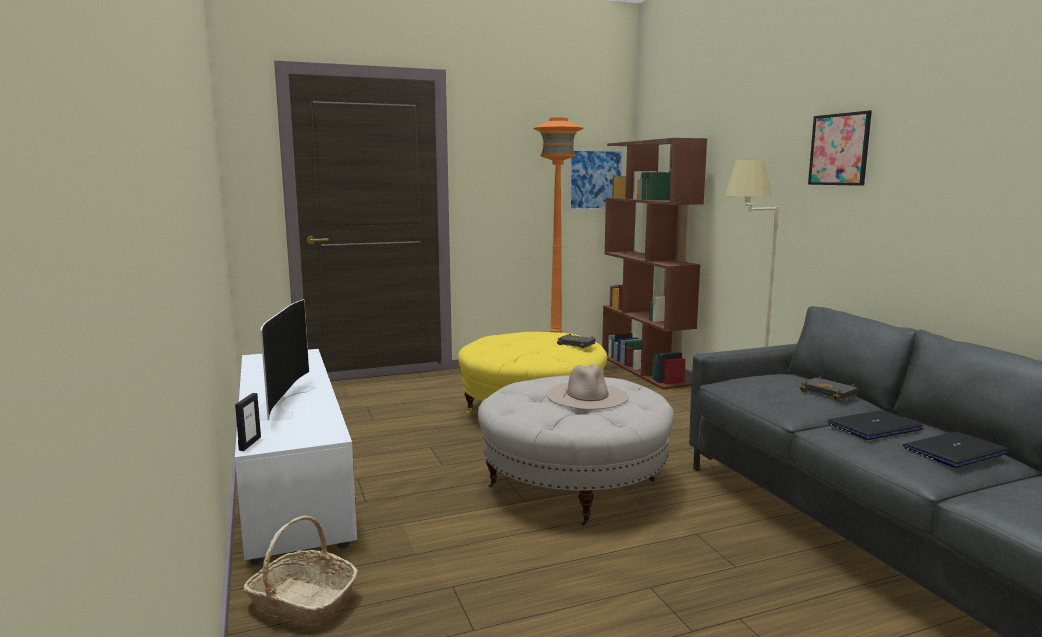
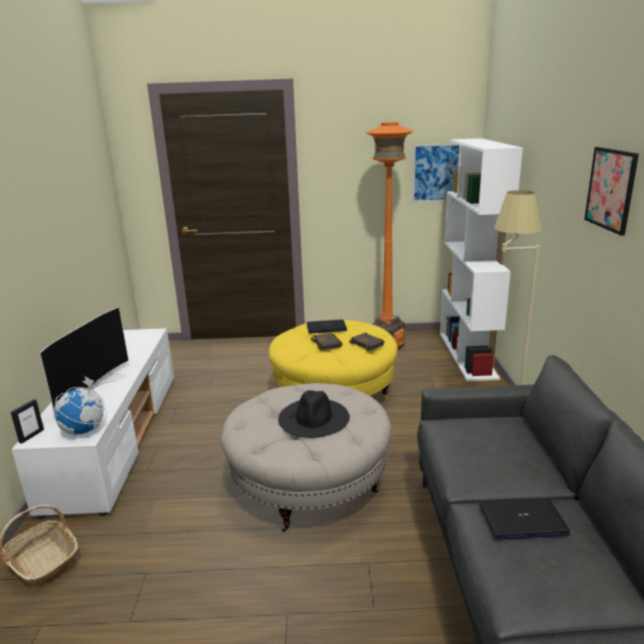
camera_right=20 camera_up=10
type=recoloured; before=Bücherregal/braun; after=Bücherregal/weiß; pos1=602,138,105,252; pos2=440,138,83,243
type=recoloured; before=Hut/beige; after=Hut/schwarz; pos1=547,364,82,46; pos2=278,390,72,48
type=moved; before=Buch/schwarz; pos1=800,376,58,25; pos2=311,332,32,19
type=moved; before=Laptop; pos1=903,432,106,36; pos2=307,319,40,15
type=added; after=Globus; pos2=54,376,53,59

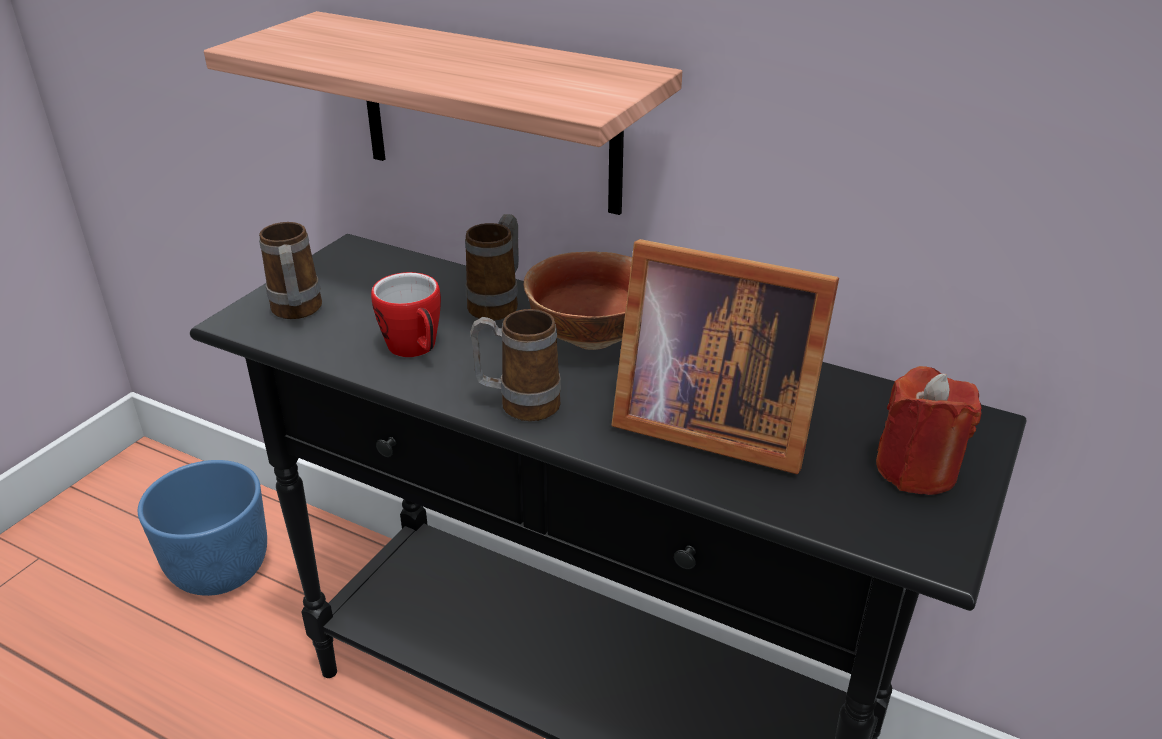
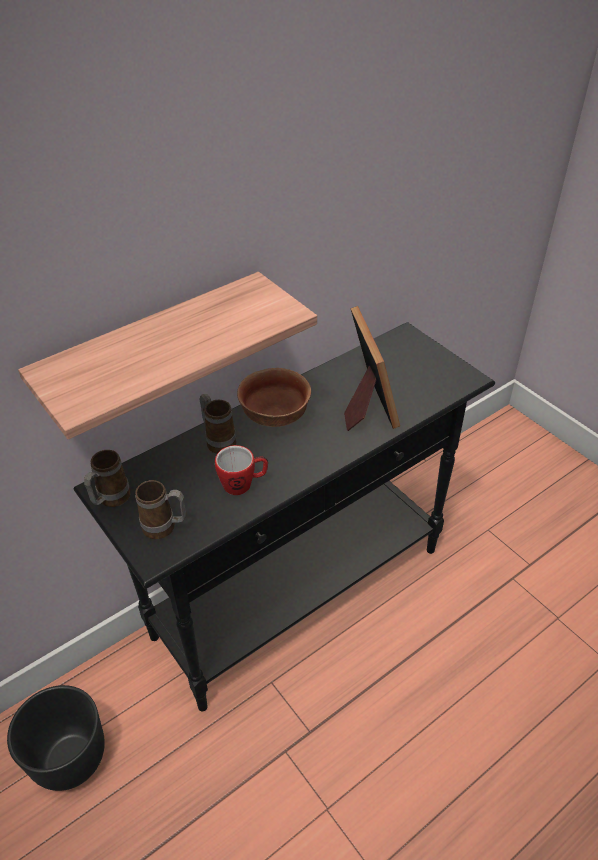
camera_right=-65 camera_up=10
type=turned; before=Bilderrahmen; pos1=611,239,228,235; pos2=344,306,56,125; turn=-60
type=moved; before=Henkelbecher; pos1=470,309,91,112; pos2=84,450,47,57
type=removed; before=Kerze/rot; pos1=876,366,106,129
type=recoloured; before=Pflanzkübel/blau; after=Pflanzkübel/schwarz; pos1=138,460,129,136; pos2=7,685,98,106

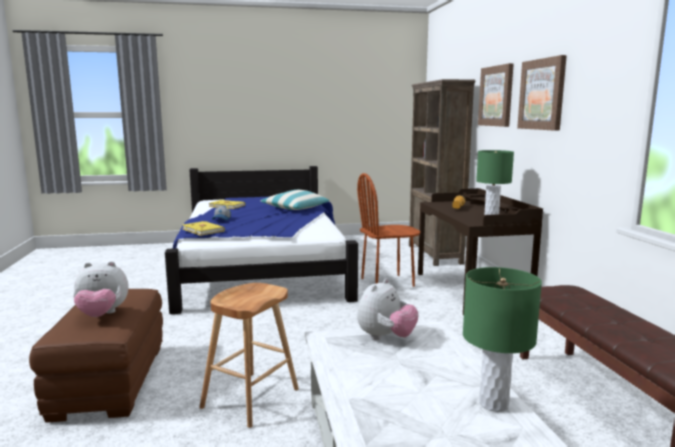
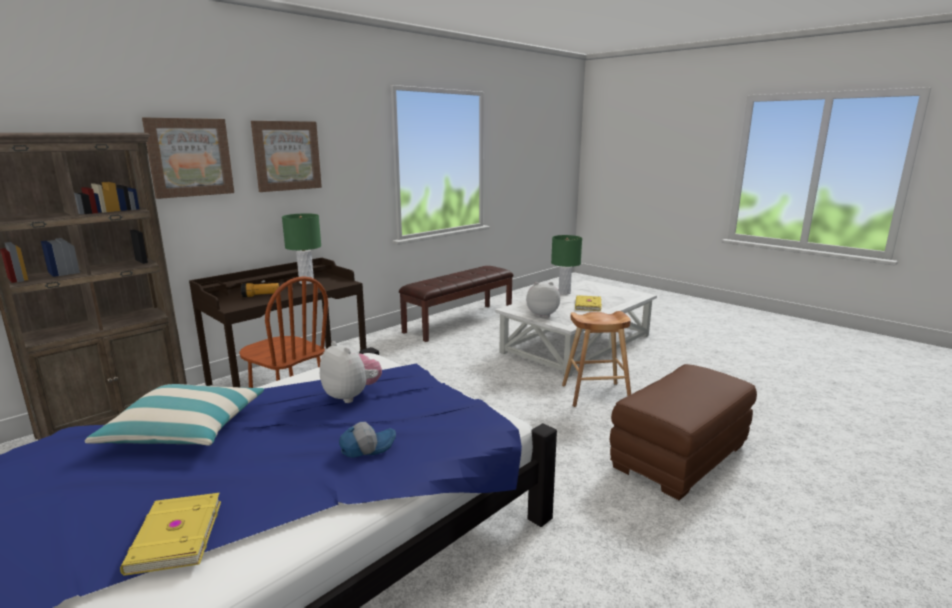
camera_right=-125 camera_up=5
type=moved; before=Buch/gelb; pos1=183,221,42,15; pos2=575,295,27,16
type=moved; before=Plüschtier; pos1=73,261,55,56; pos2=320,341,62,62

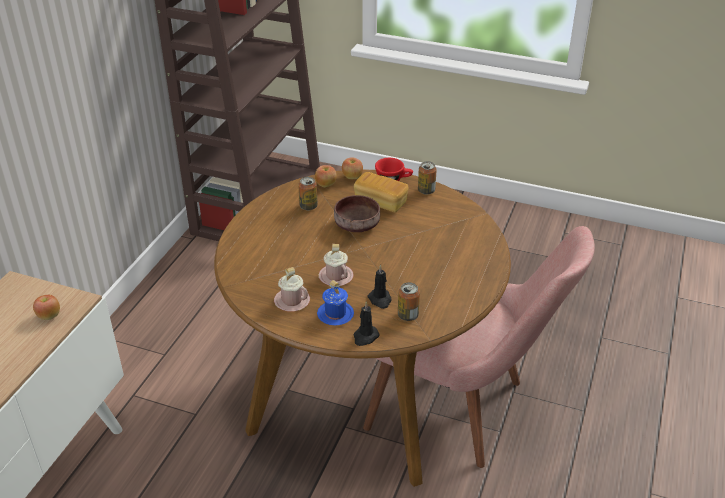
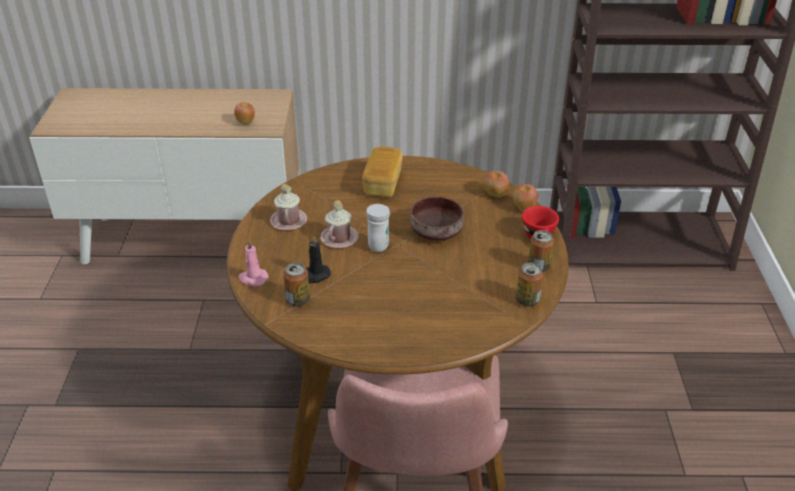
camera_right=70 camera_up=0
type=moved; before=Brot; pos1=354,172,55,40; pos2=362,147,41,50
type=moved; before=Dose; pos1=298,177,20,33; pos2=516,262,27,44
type=removed; before=Henkelbecher/blau; pos1=317,280,37,46
type=recoloured; before=Kerze/schwarz; after=Kerze/rosa; pos1=354,301,26,45; pos2=238,240,31,47
type=added; after=Henkelbecher/weiß; pos2=366,204,24,48

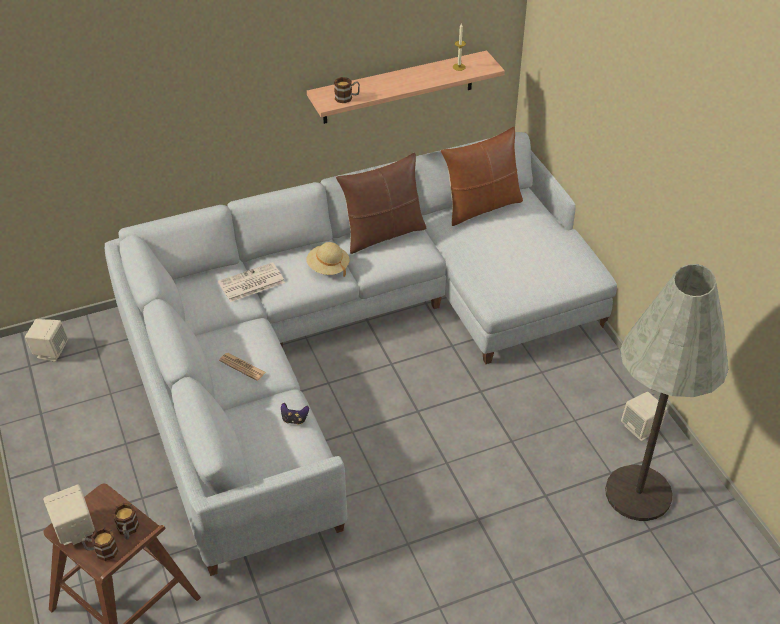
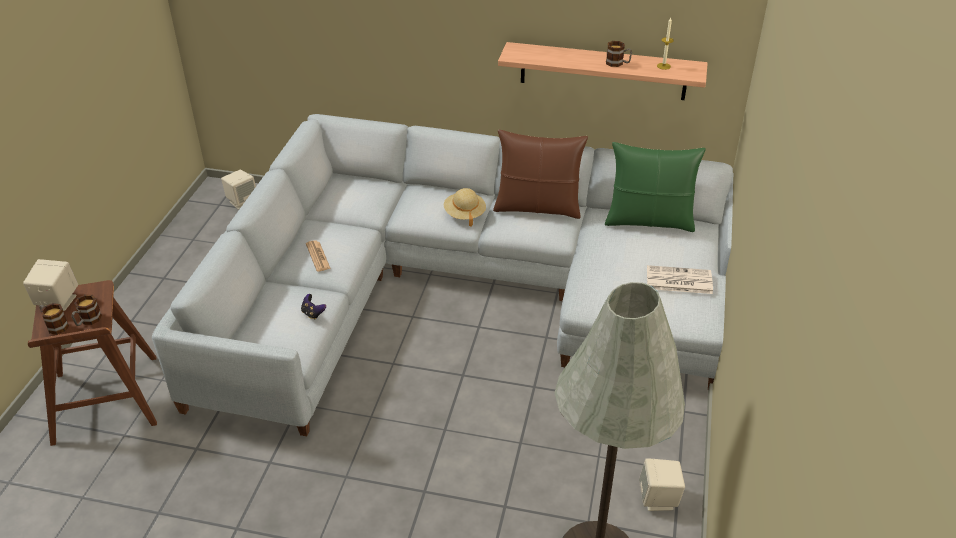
camera_right=35 camera_up=-5
type=moved; before=Henkelbecher; pos1=334,77,26,26; pos2=606,41,26,26
type=recoloured; before=Kissen/braun; after=Kissen/grün; pos1=441,127,82,99; pos2=605,142,101,90
type=moved; before=Zeitung; pos1=218,262,67,40; pos2=647,265,66,29

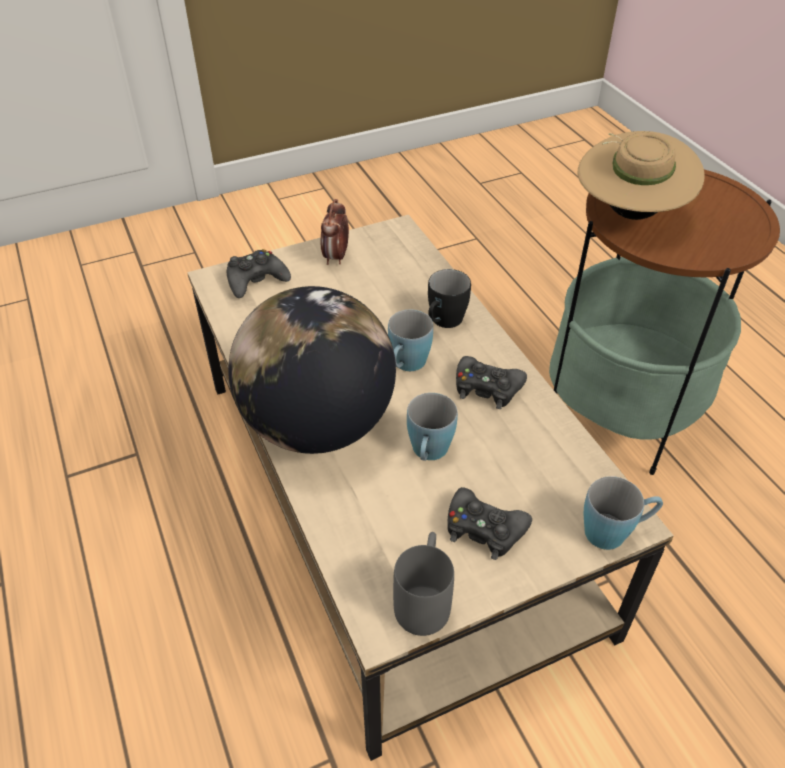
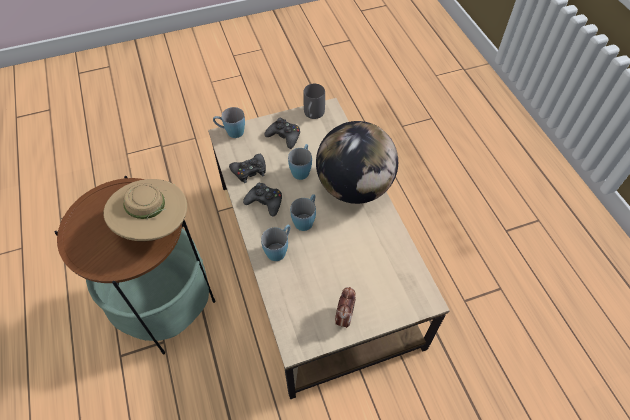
camera_right=-175 camera_up=10
type=moved; before=Gamepad/schwarz; pos1=227,249,64,49; pos2=229,154,37,29
type=recoloured; before=Henkelbecher/schwarz; after=Henkelbecher/blau; pos1=428,269,43,59; pos2=261,224,30,37

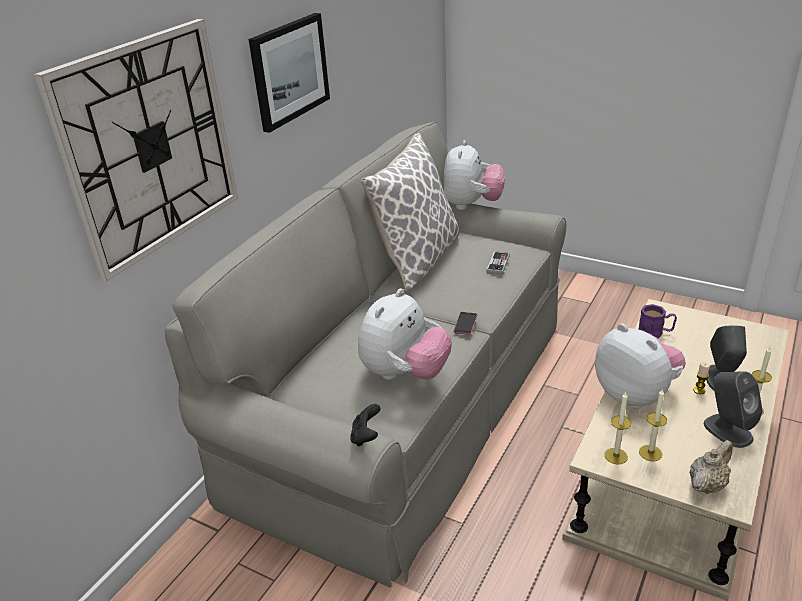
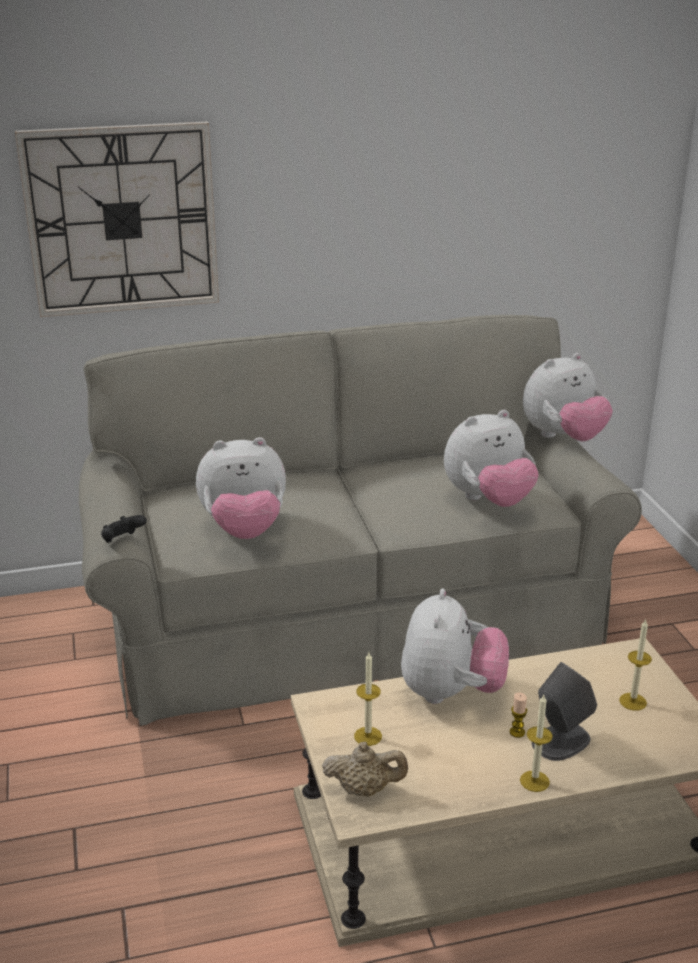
camera_right=45 camera_up=-5
type=removed; before=Bild; pos1=248,13,82,120
type=removed; before=Kissen; pos1=360,133,99,158
type=replaced; before=Gamepad; after=Plüschtier; pos1=486,251,24,24; pos2=444,410,94,97
type=removed; before=Henkelbecher/lila; pos1=638,304,39,34
type=removed; before=Handy; pos1=453,312,24,23
type=removed; before=Lautsprecher/grau; pos1=704,372,59,76
type=moved; before=Kerze; pos1=605,392,26,72; pos2=619,619,33,92

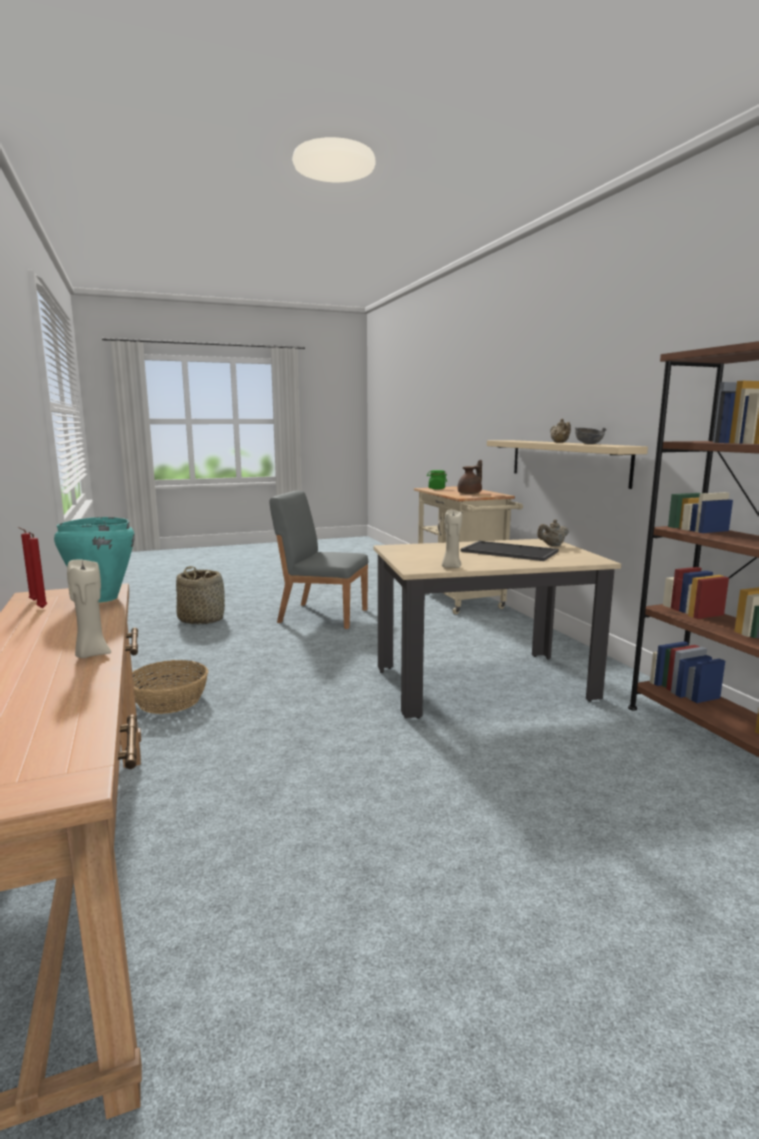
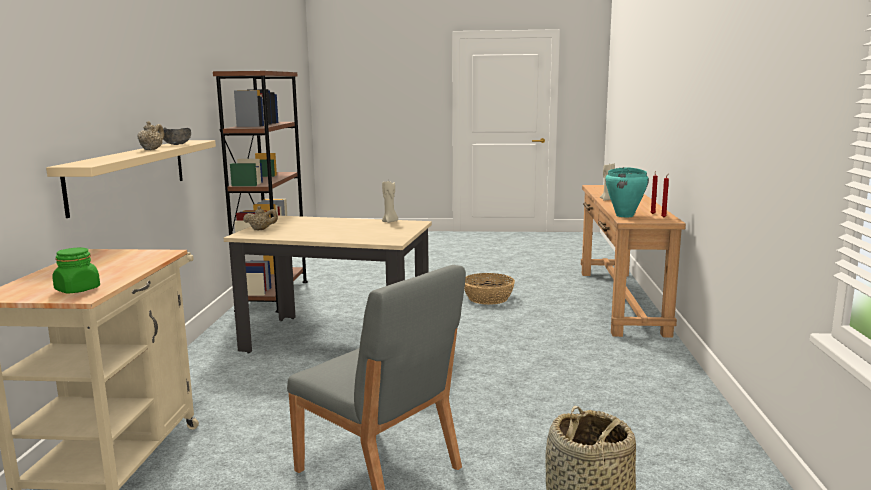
camera_right=-155 camera_up=0
type=removed; before=Teekanne/braun; pos1=458,460,24,34
type=removed; before=Tablett; pos1=461,541,98,20
type=moved; before=Korb; pos1=132,660,76,54; pos2=464,273,51,32

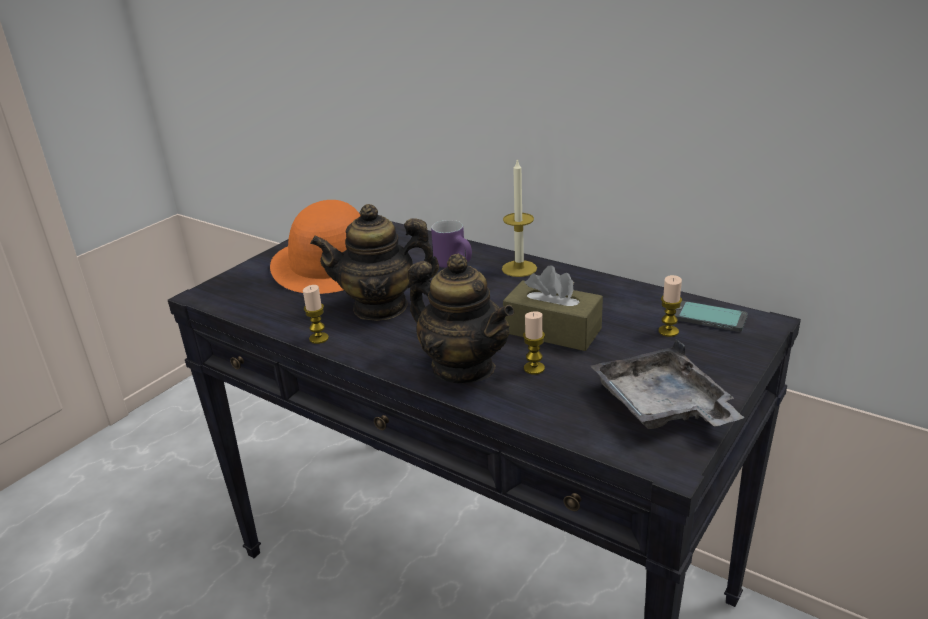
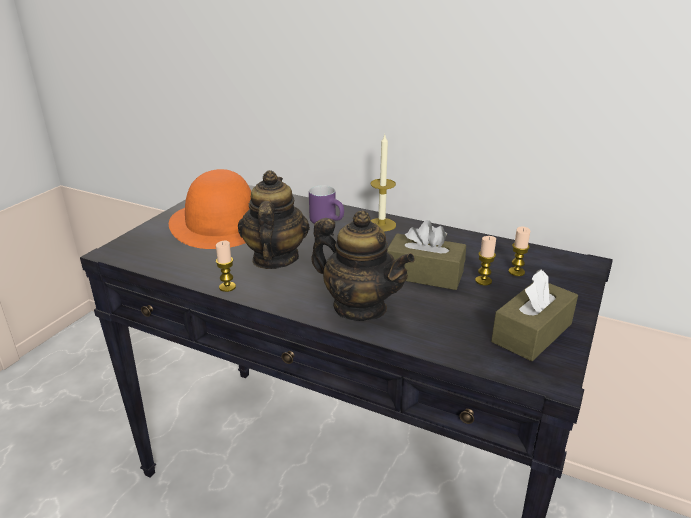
camera_right=-10 camera_up=0
type=turned; before=Teekanne; pos1=310,204,129,117; pos2=238,170,72,99; turn=105
type=removed; before=Handy; pos1=674,301,74,31
type=moved; before=Kerze; pos1=523,311,22,64; pos2=475,236,21,50
type=replaced; before=Tablett/grau; after=Taschentuchbox/braun; pos1=591,339,153,90; pos2=491,269,87,92

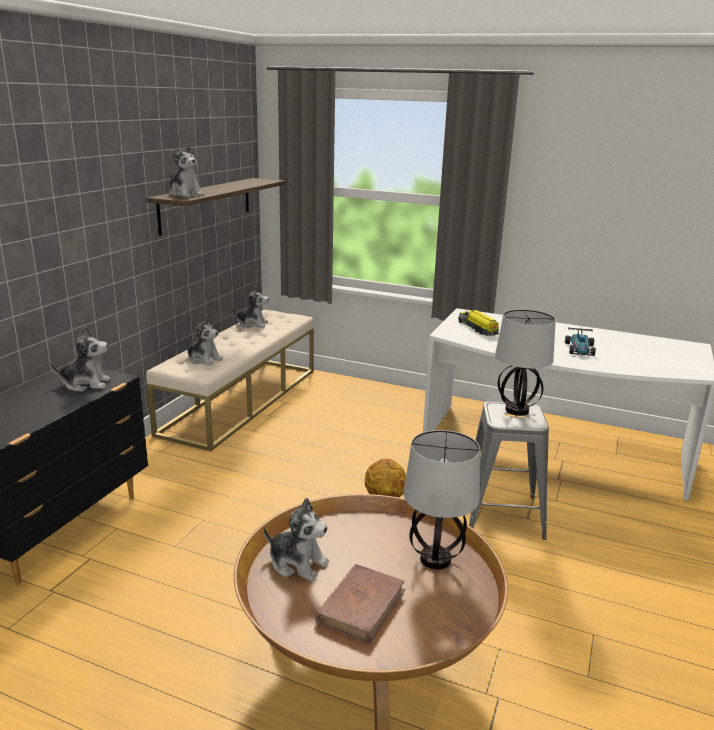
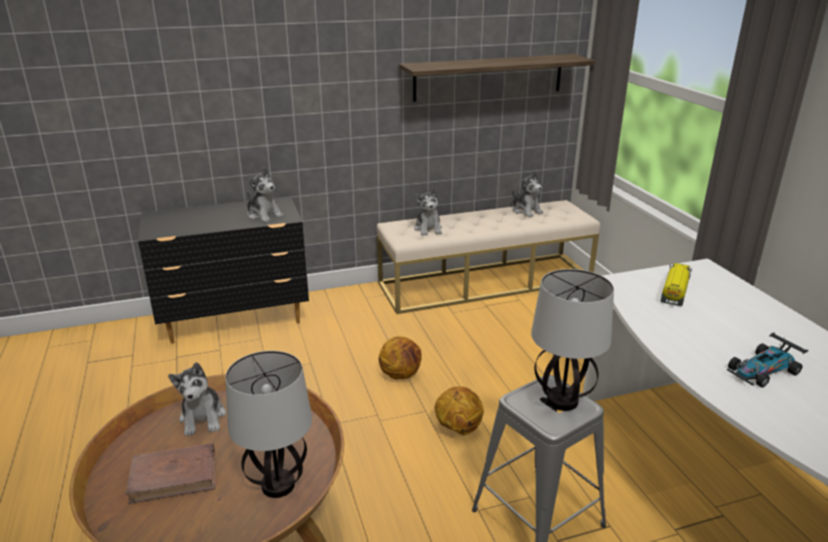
camera_right=50 camera_up=5
type=removed; before=Plüschtier; pos1=169,144,35,53
type=added; after=Basketball; pos2=379,336,43,43

